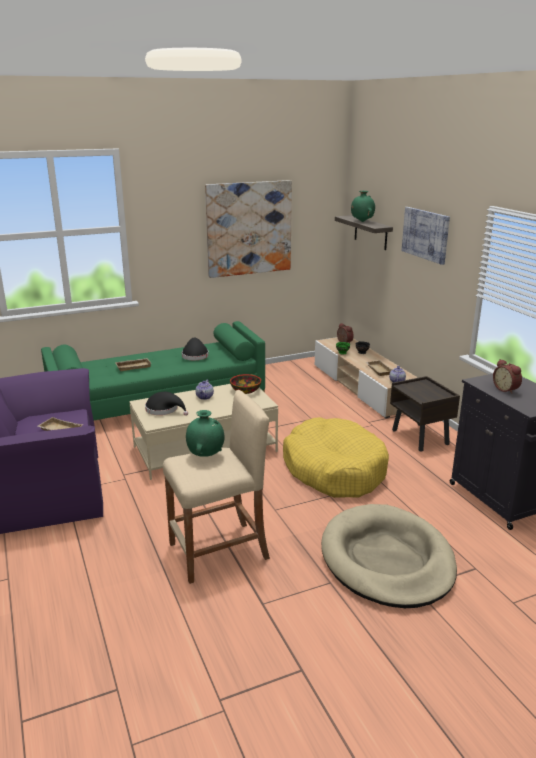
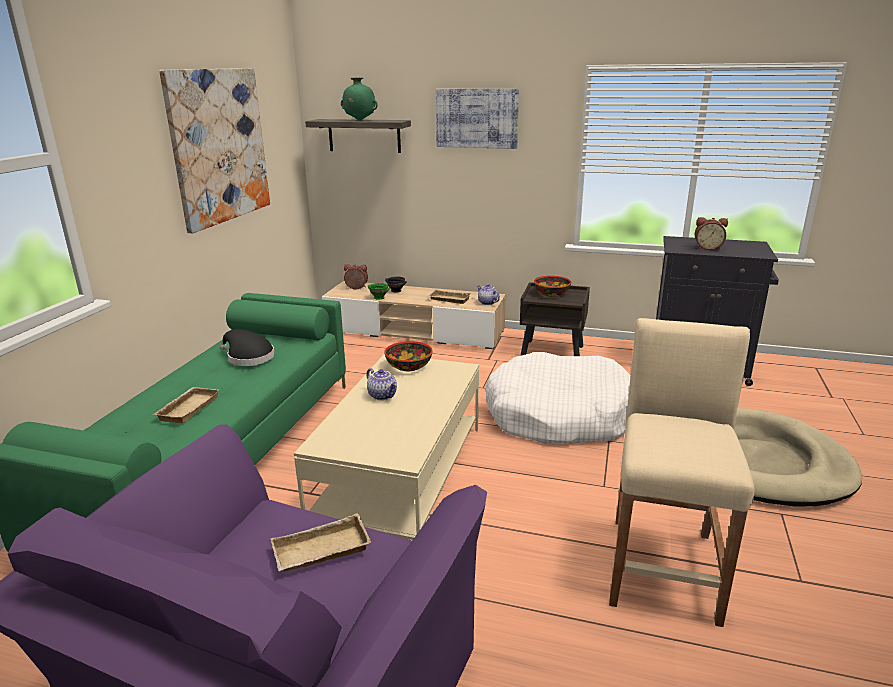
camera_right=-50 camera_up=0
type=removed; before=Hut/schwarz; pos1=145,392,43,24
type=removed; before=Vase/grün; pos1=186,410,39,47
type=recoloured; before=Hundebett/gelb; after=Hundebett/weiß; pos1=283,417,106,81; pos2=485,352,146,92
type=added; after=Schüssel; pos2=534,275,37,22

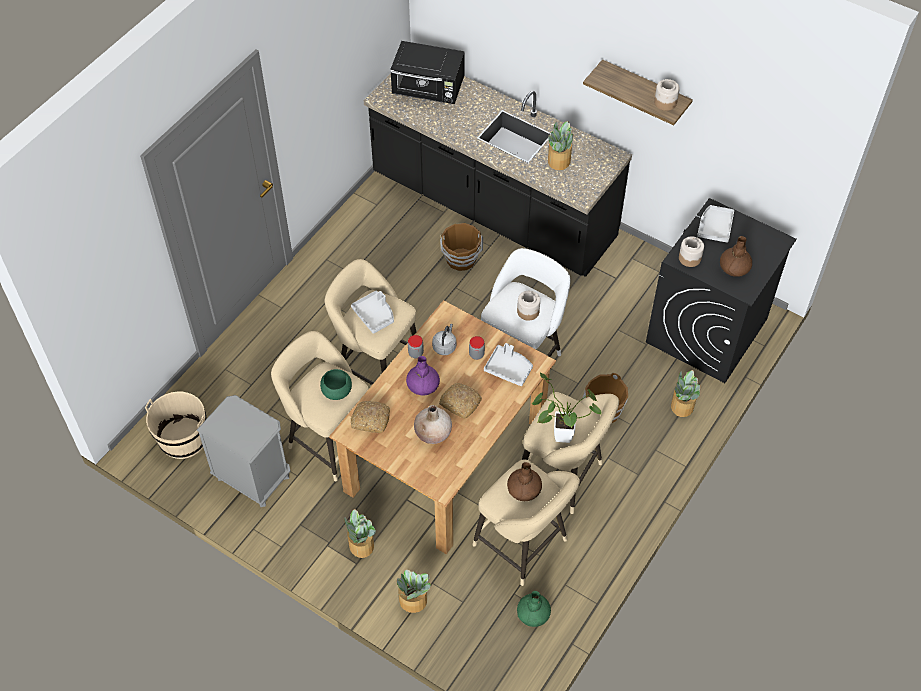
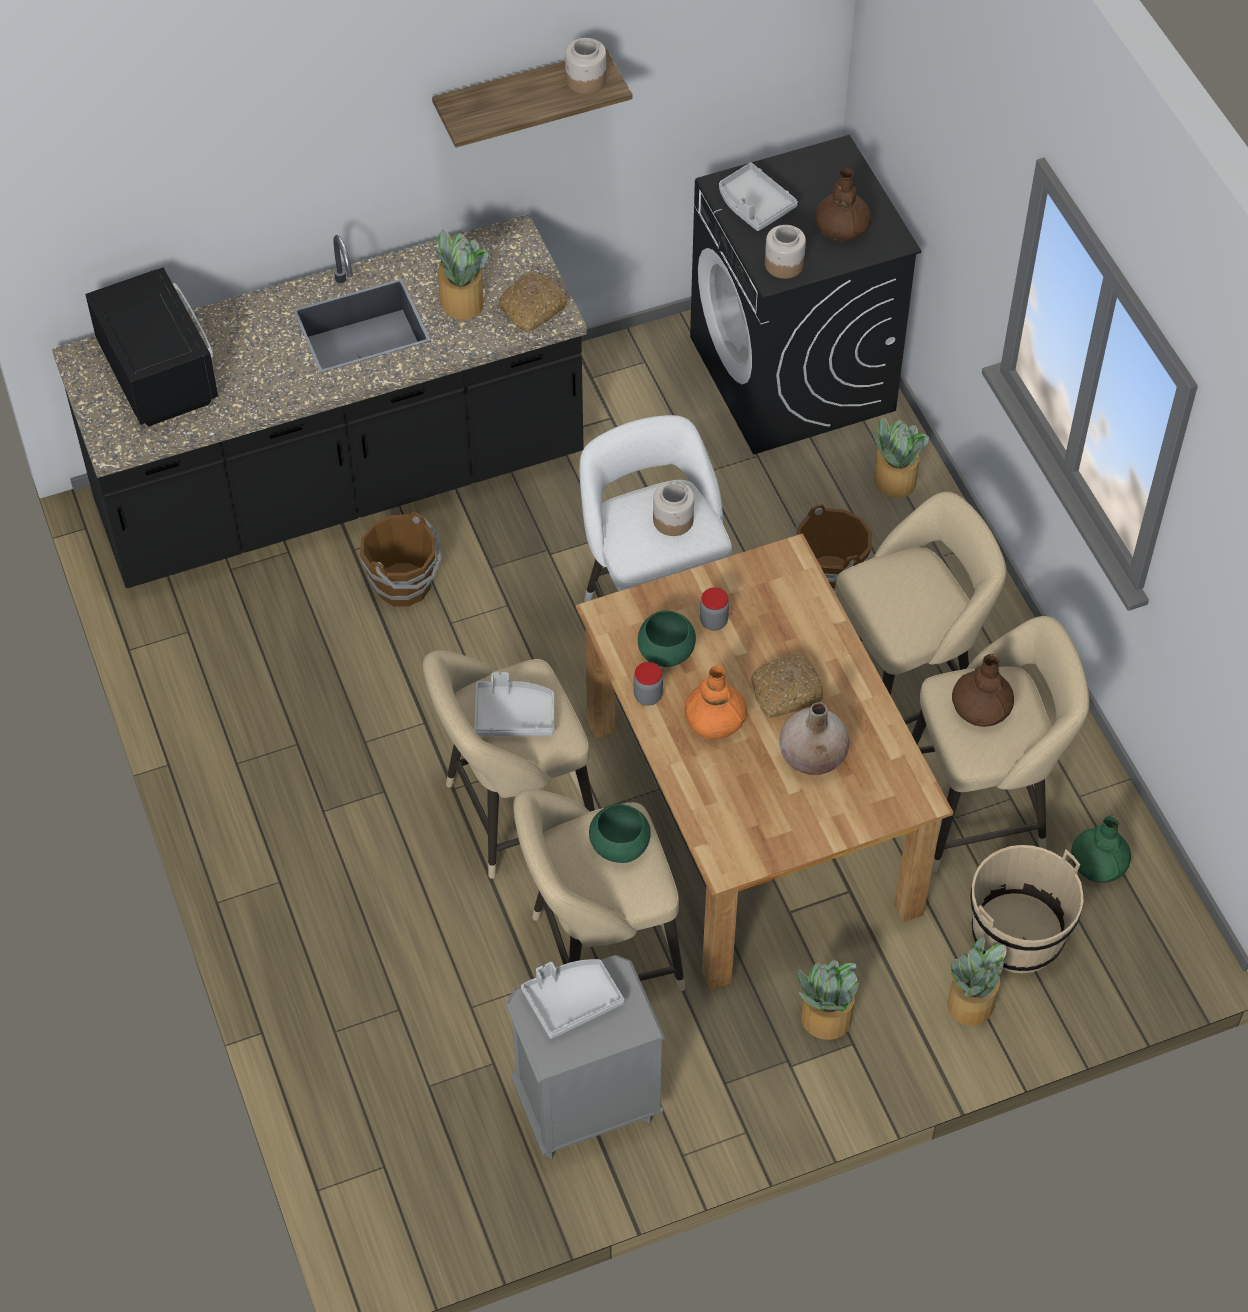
camera_right=-55 camera_up=0
type=turned; before=Mikrowelle/schwarz; pos1=390,41,75,63; pos2=85,267,134,160; turn=-75
type=replaced; before=Wasserkessel/grau; after=Schüssel/grün; pos1=432,324,25,31; pos2=638,610,58,57
type=moved; before=Tablett/grau; pos1=484,343,49,43; pos2=521,959,103,80
type=recoloured; before=Vase/lila; after=Vase/orange; pos1=406,356,34,39; pos2=684,666,63,73
type=removed; before=Topfpflanze; pos1=532,373,70,70
type=moved; before=Eimer/beige; pos1=145,392,61,67; pos2=970,845,114,128
type=moved; before=Brot; pos1=350,401,40,32; pos2=498,273,70,59

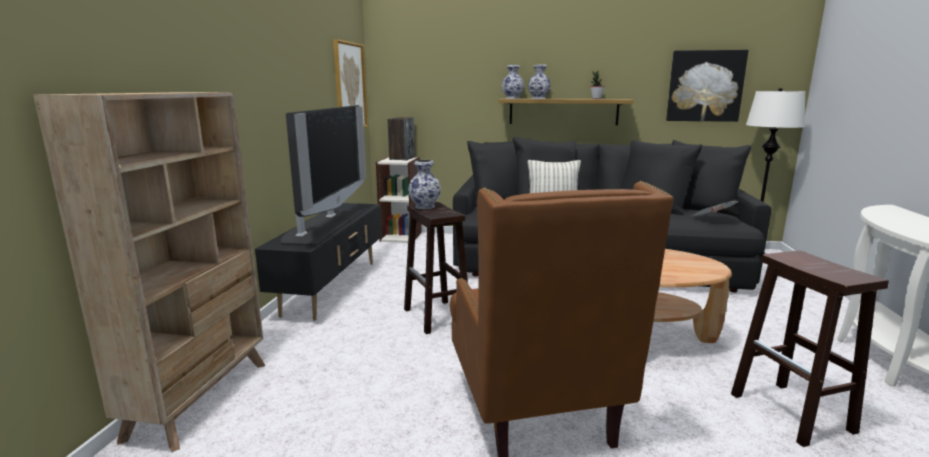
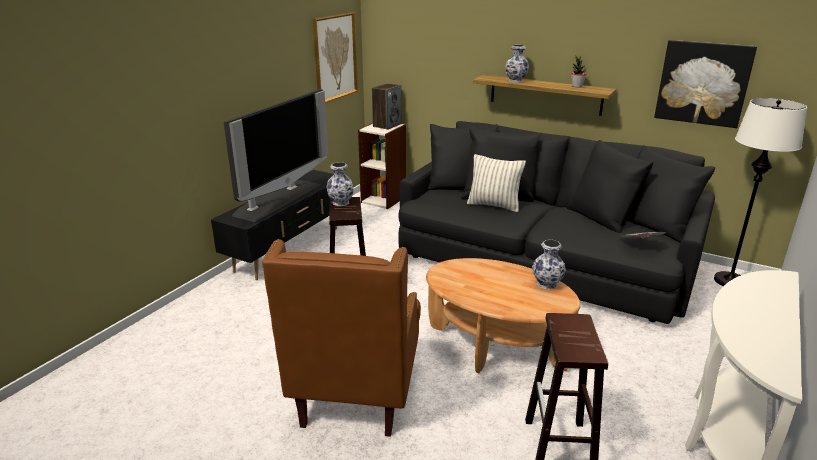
camera_right=20 camera_up=10
type=moved; before=Vase; pos1=502,65,22,34; pos2=532,240,34,50
type=removed; before=Bücherregal/beige; pos1=33,92,232,360

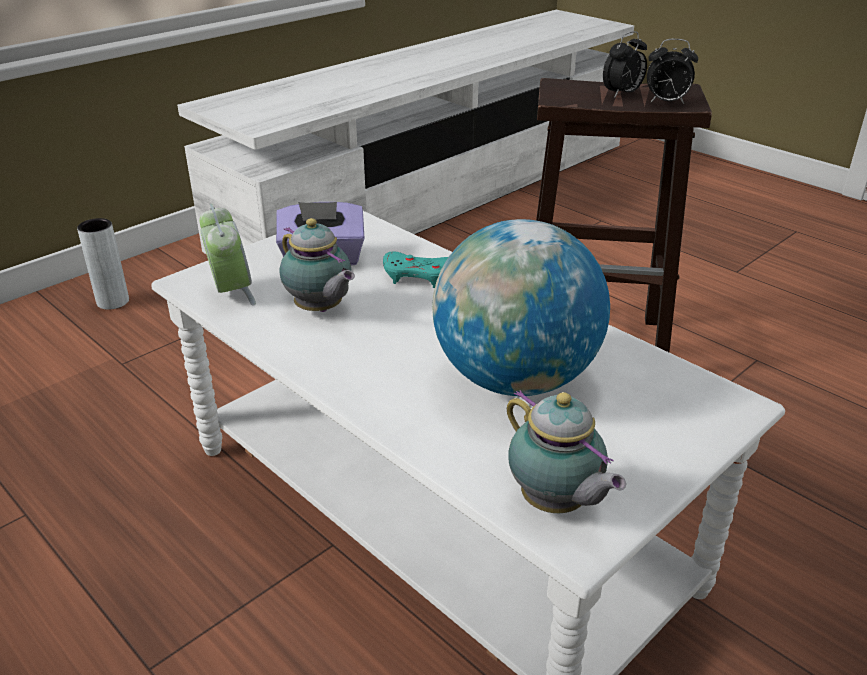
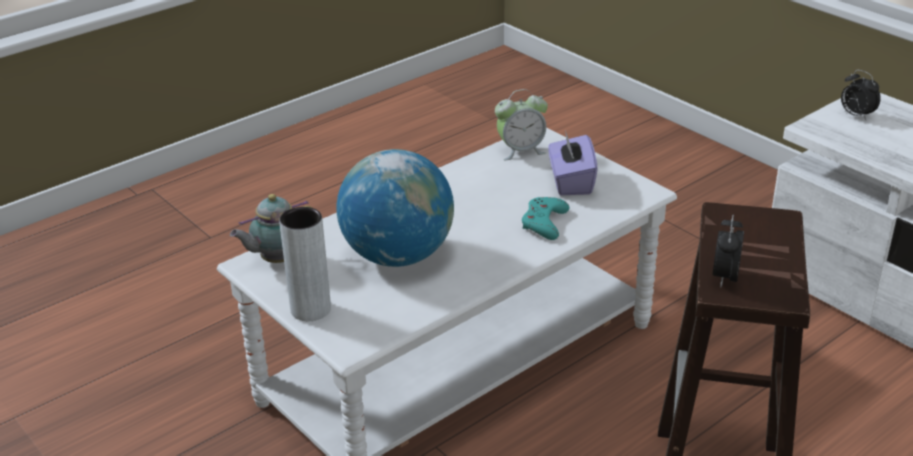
camera_right=95 camera_up=0
type=moved; before=Wecker; pos1=603,31,44,67; pos2=841,70,40,50
type=moved; before=Vase/grau; pos1=77,218,52,92; pos2=279,207,52,114
type=removed; before=Teekanne; pos1=280,218,75,94

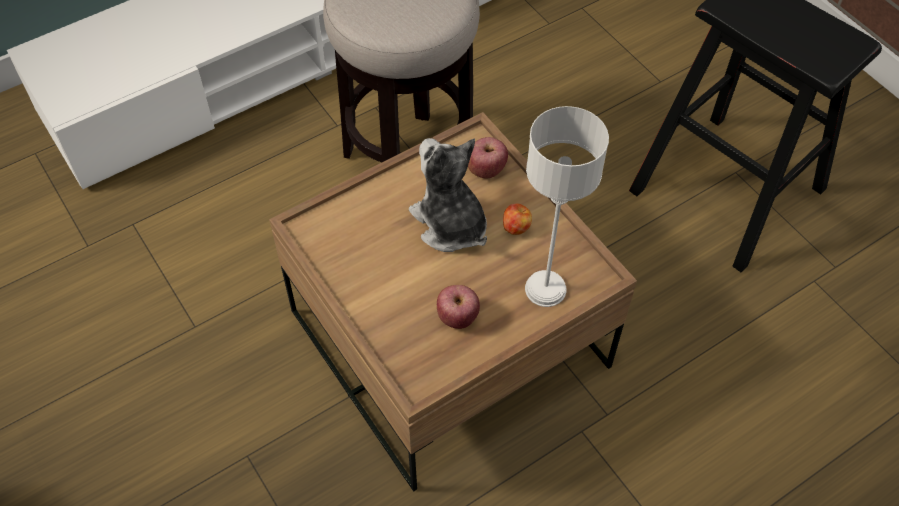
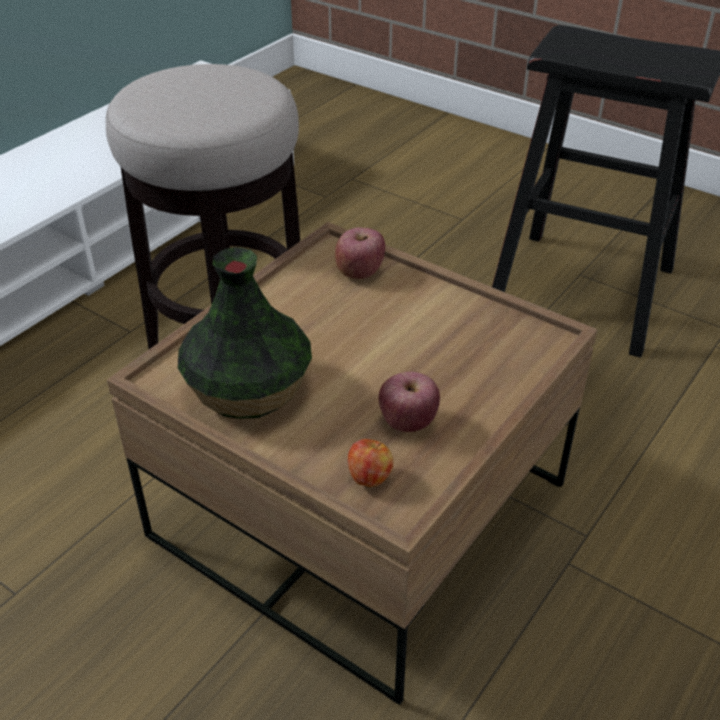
camera_right=-20 camera_up=-15
type=removed; before=Tischlampe/grau; pos1=525,106,84,201
type=removed; before=Plüschtier; pos1=409,138,78,114
type=moved; before=Apfel; pos1=503,203,29,32; pos2=348,439,45,48
type=added; after=Vase; pos2=178,247,134,172

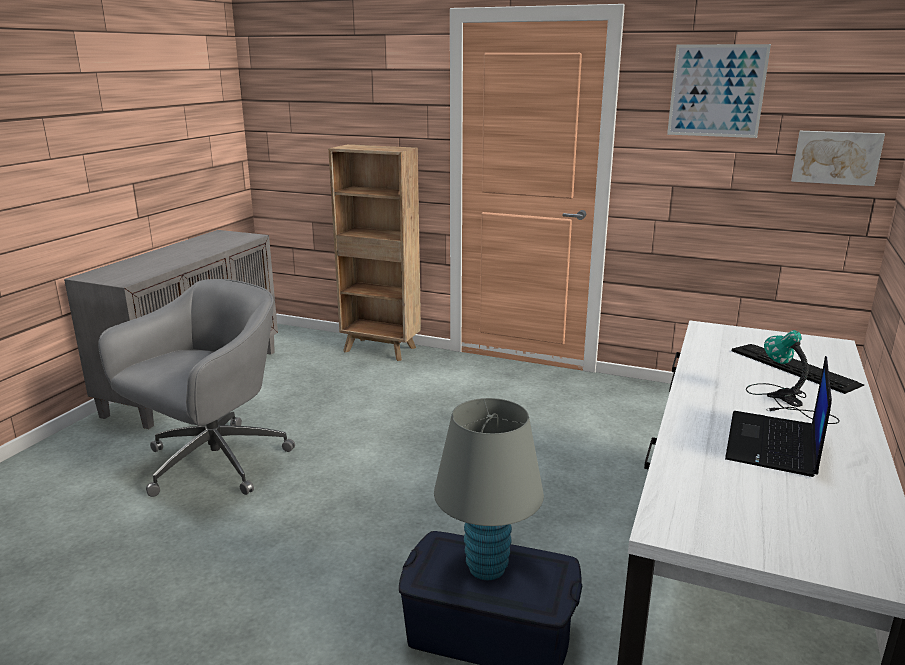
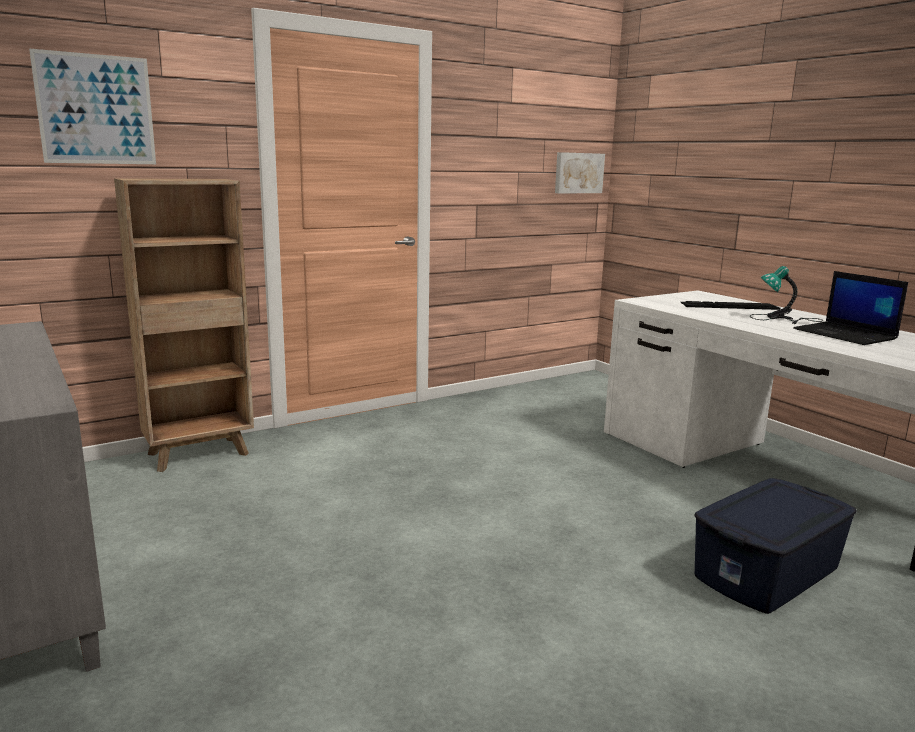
camera_right=-55 camera_up=-5
type=moved; before=Bild; pos1=667,44,104,94; pos2=29,49,127,115
type=removed; before=Bürostuhl/grau; pos1=98,279,197,218
type=removed; before=Tischlampe/grau; pos1=434,398,110,182

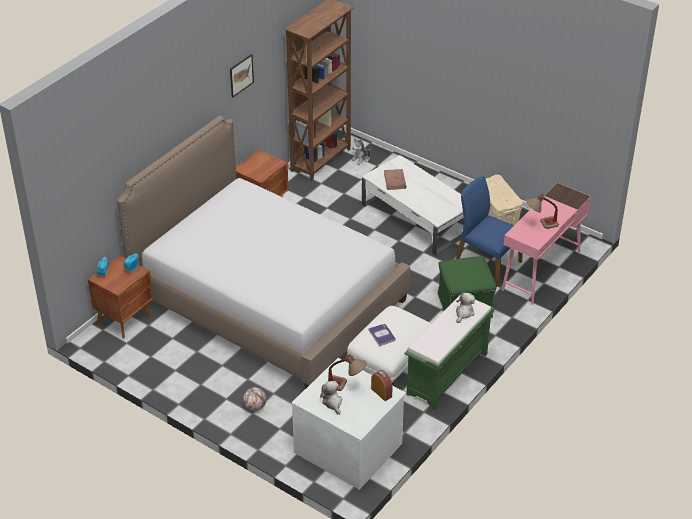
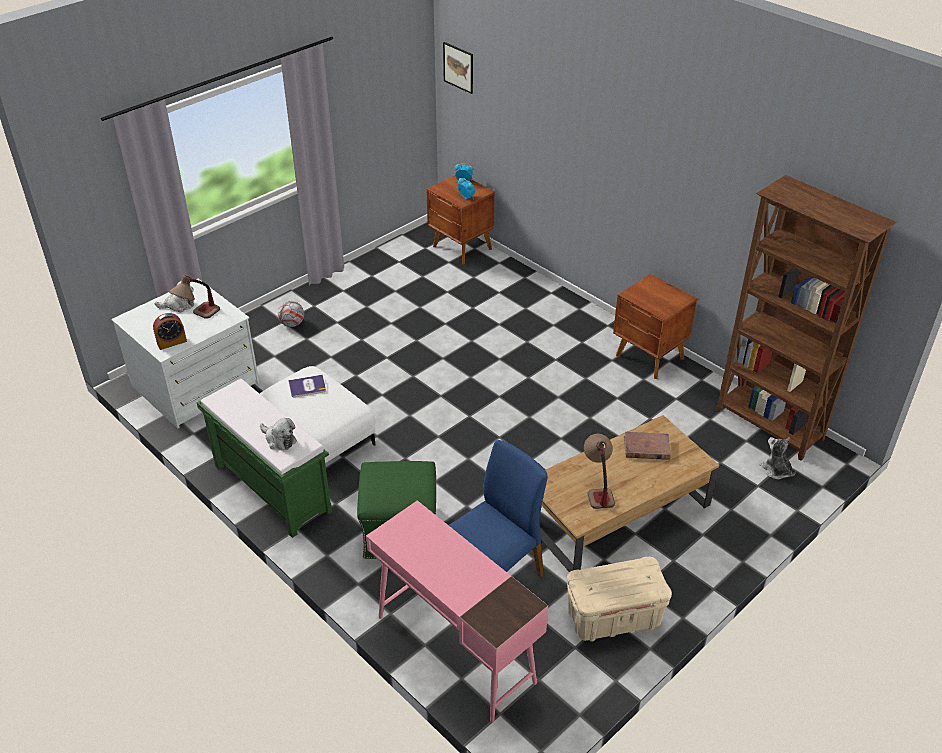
camera_right=100 camera_up=0
type=moved; before=Bild; pos1=230,54,24,43; pos2=443,42,30,52
type=removed; before=Bett; pos1=117,116,294,273
type=recoloured; before=Couchtisch/weiß; after=Couchtisch/braun; pos1=362,155,102,100; pos2=540,415,179,157
type=moved; before=Tischlampe; pos1=526,194,33,35; pos2=584,434,31,75

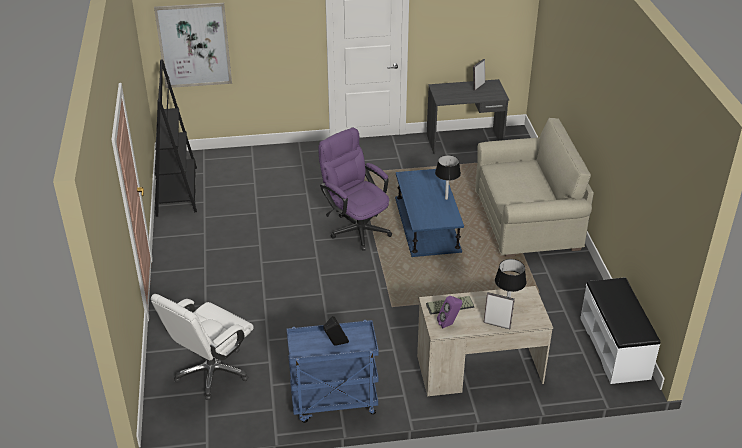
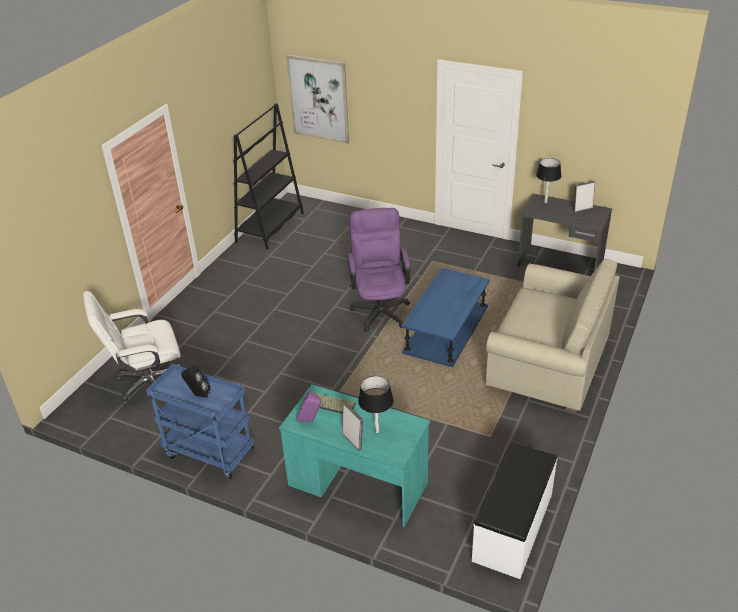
camera_right=35 camera_up=0
type=moved; before=Tischlampe/schwarz; pos1=435,155,26,45; pos2=536,158,25,45
type=recoloured; before=Schreibtisch/beige; after=Schreibtisch/türkis; pos1=417,286,136,110; pos2=279,384,151,143

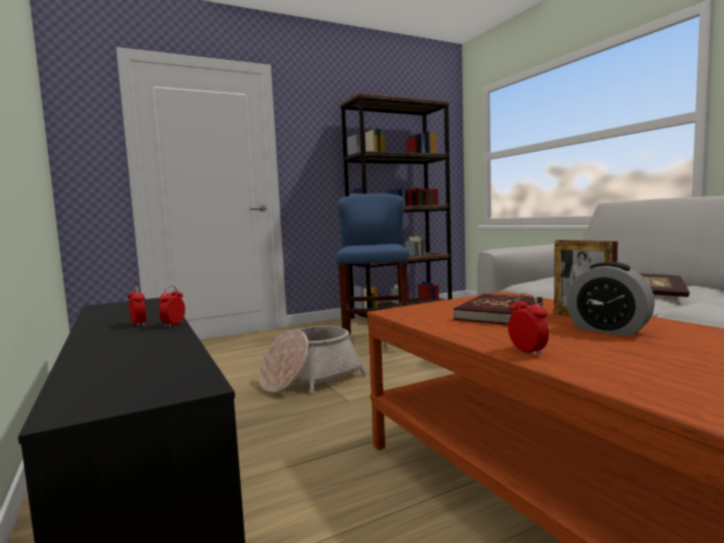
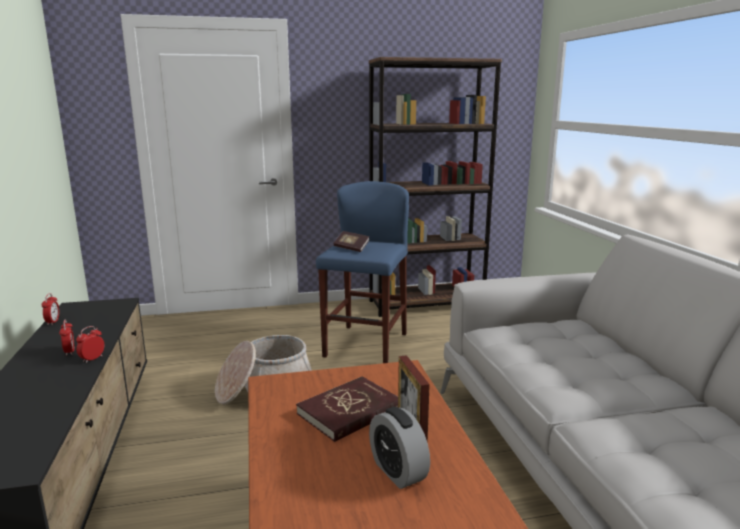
camera_right=15 camera_up=10
type=moved; before=Buch; pos1=640,274,50,23; pos2=333,231,37,21
type=moved; before=Wecker; pos1=508,293,41,63; pos2=42,293,17,32

